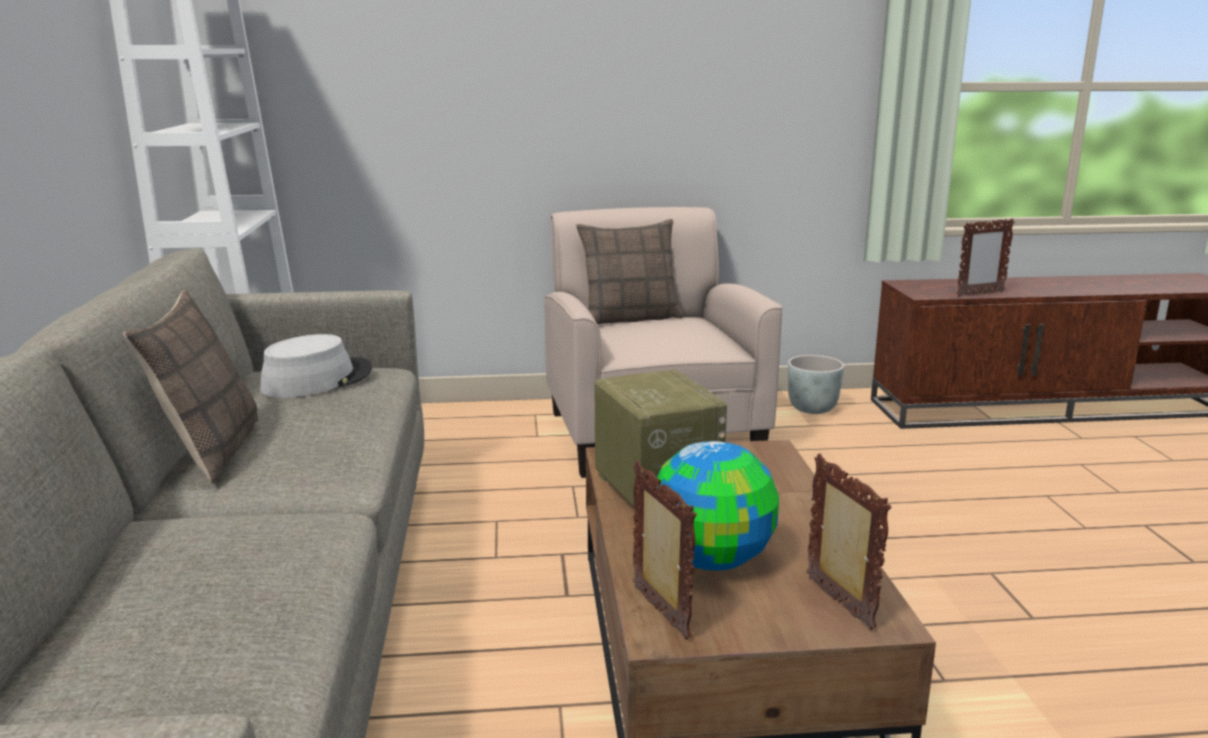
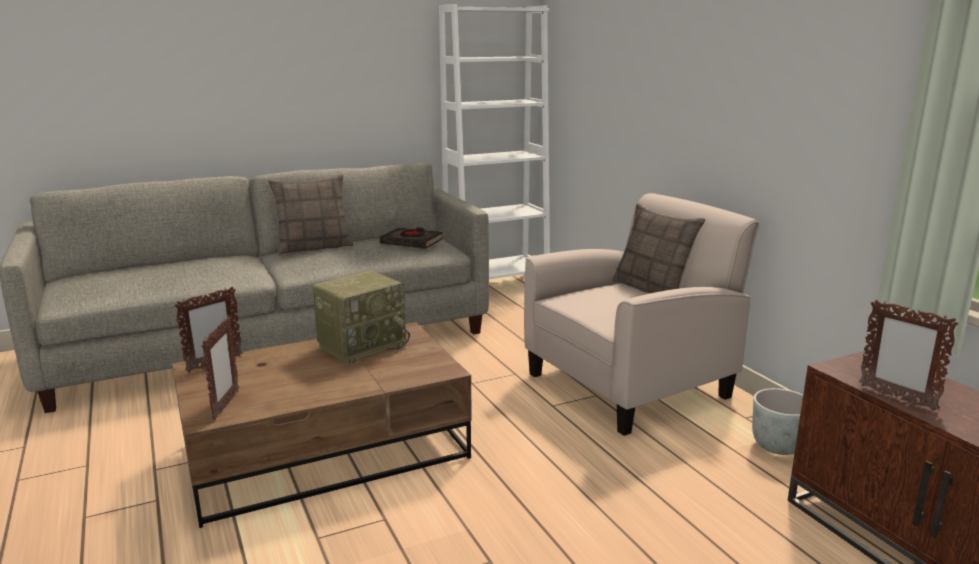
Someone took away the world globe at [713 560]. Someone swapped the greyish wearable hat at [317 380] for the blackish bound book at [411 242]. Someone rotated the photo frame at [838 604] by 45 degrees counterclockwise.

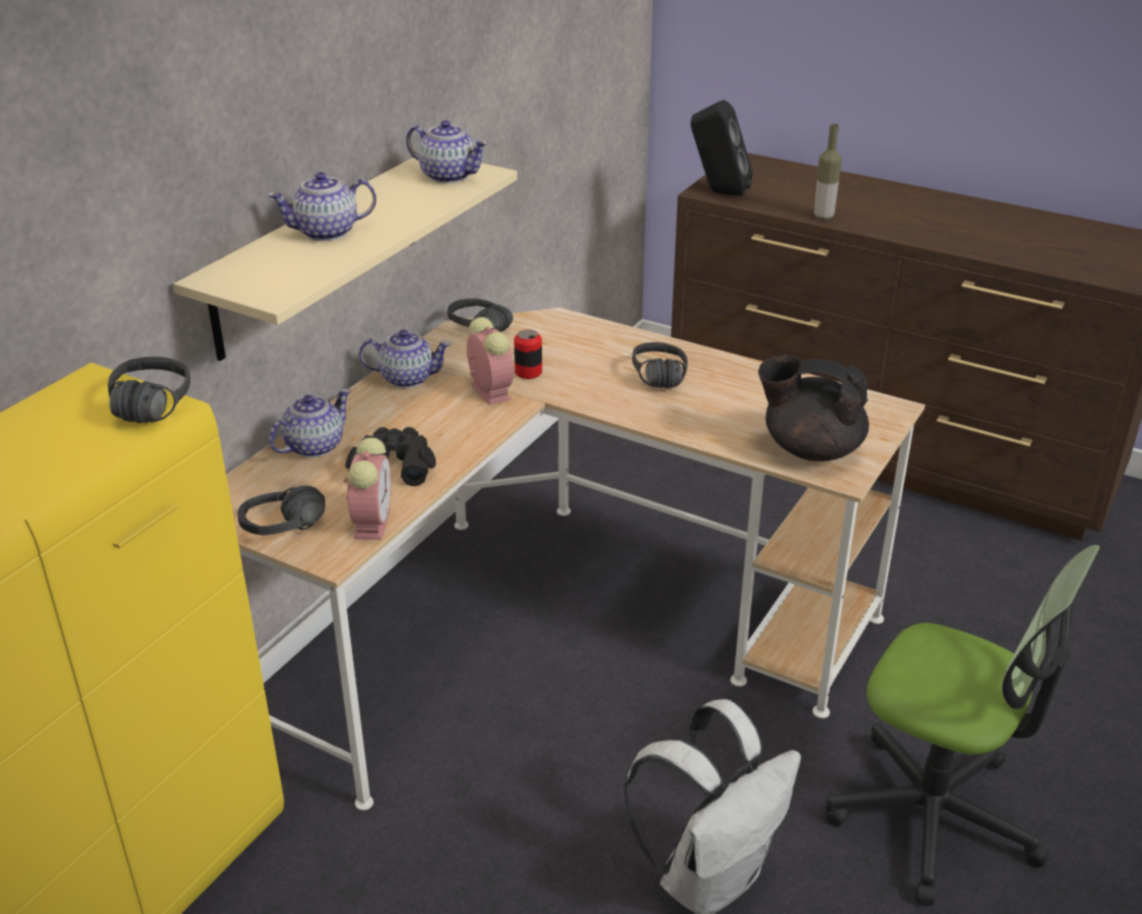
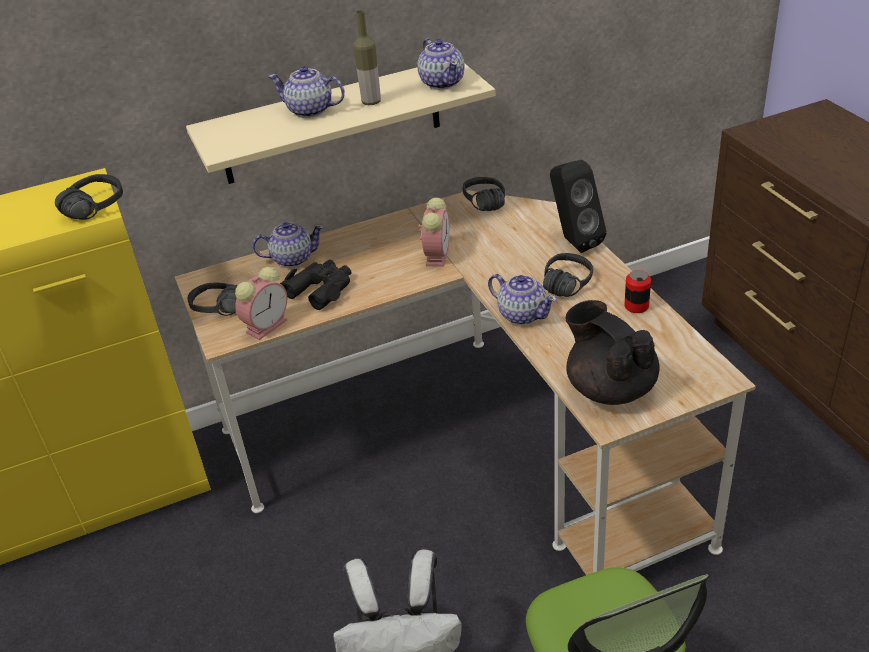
Someone carried the pot for tea from [406 378] to [522 314]. Someone carried the can from [528 372] to [636 306]. Someone carried the blackish speaker from [718 192] to [573 241]. Someone carried the bottle from [823 217] to [371 102].

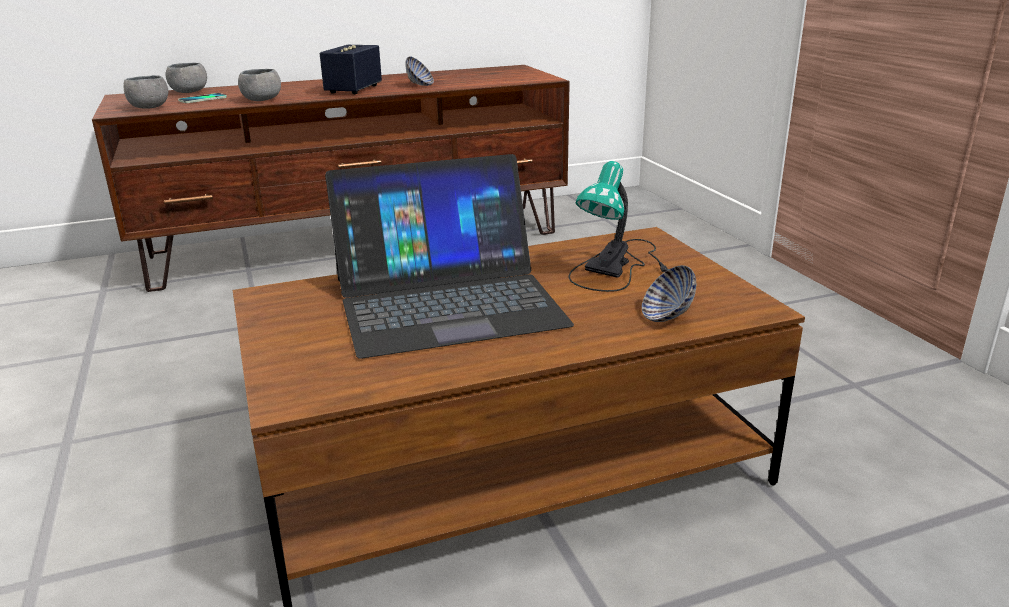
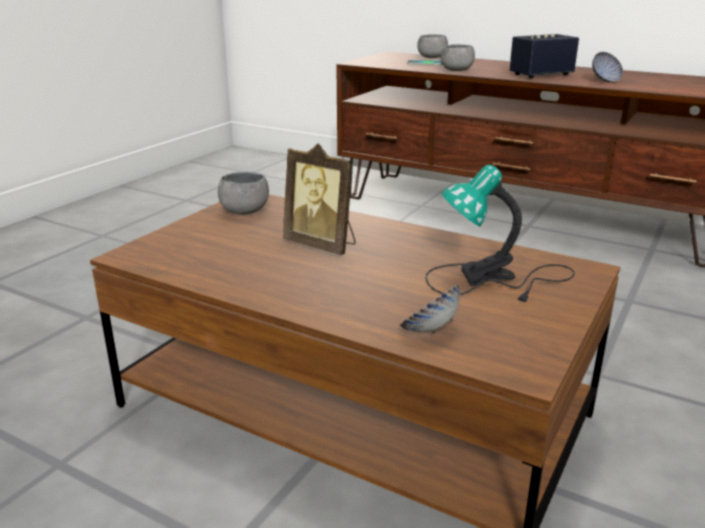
Someone carried the greyish deep dish from [149 107] to [245 211]. Someone swapped the notebook computer at [447 301] for the photo frame at [322 245].

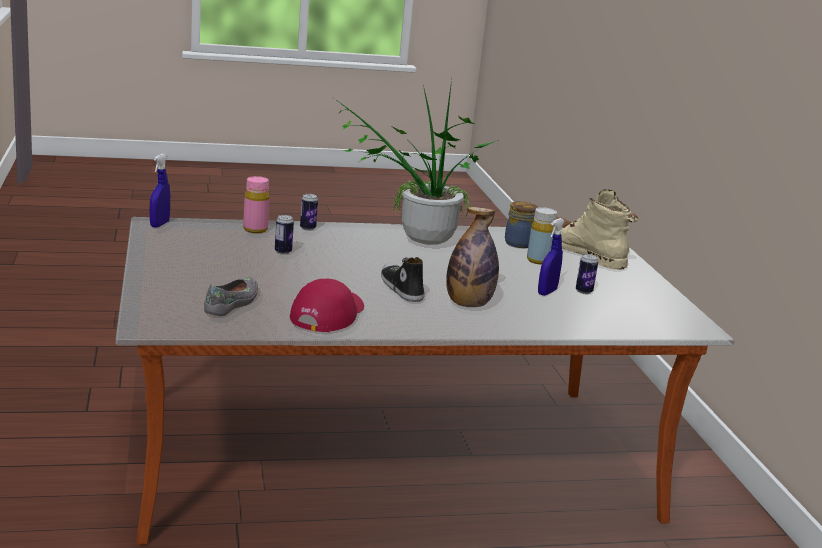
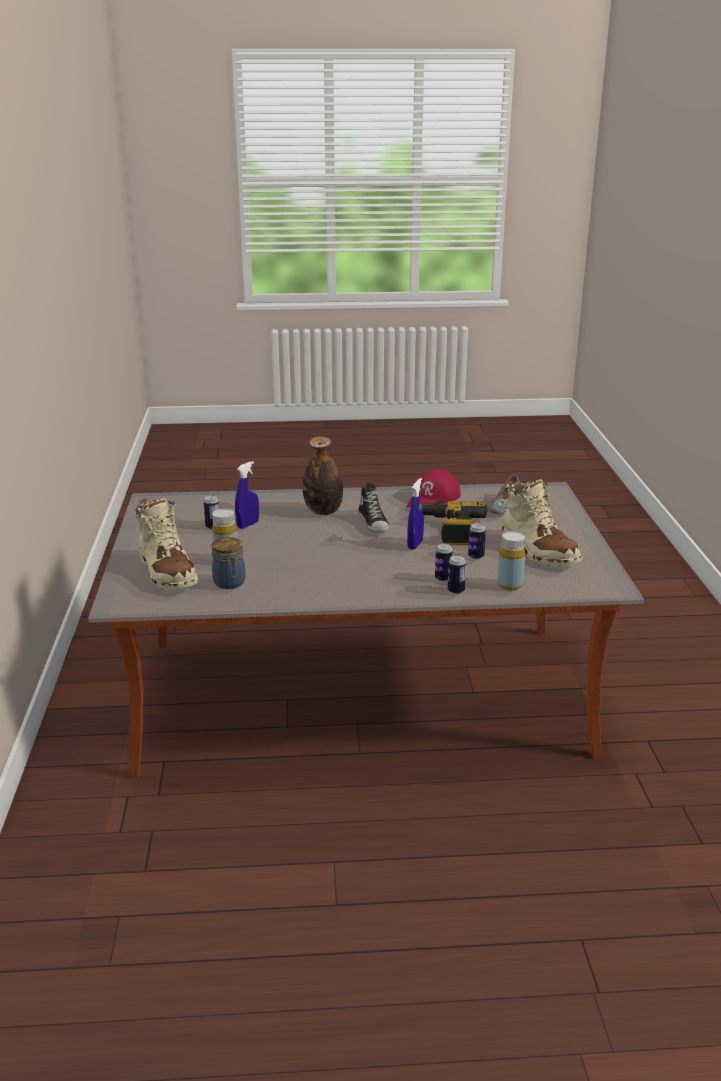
Someone took away the houseplant at [414 241]. Someone put down the power drill at [452 530]. Someone put down the can at [443 578]. Someone put down the beige high-top boot at [538 550]. Someone carried the blue-coloured spray bottle from [159 224] to [415 544]. Someone repainted the pinkish bottle at [255 229], which became the yellow-coloured bottle at [509 585].

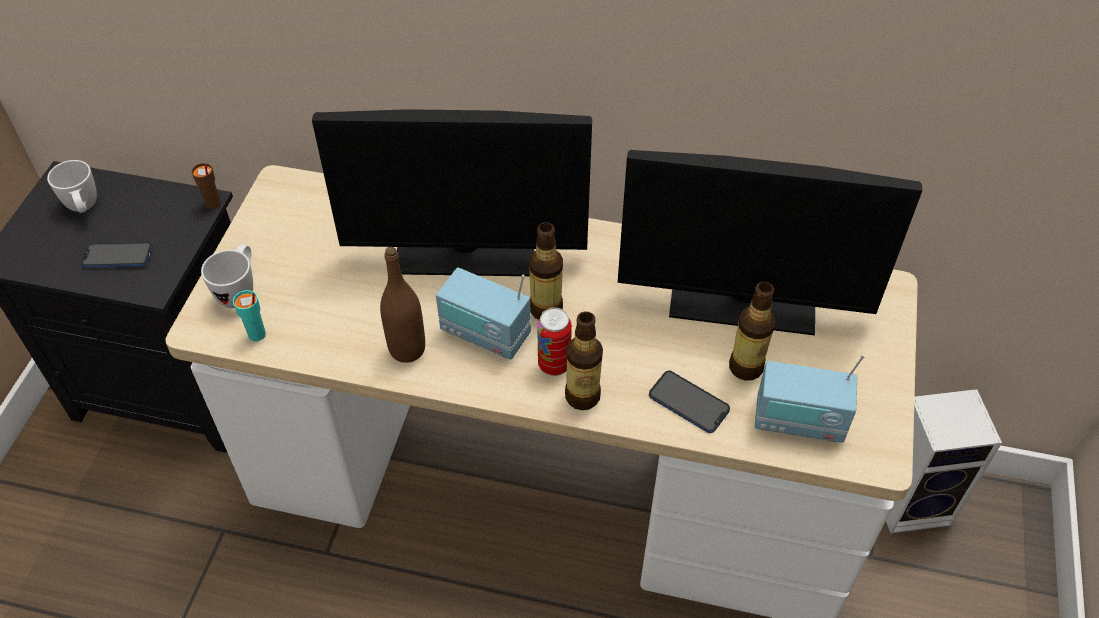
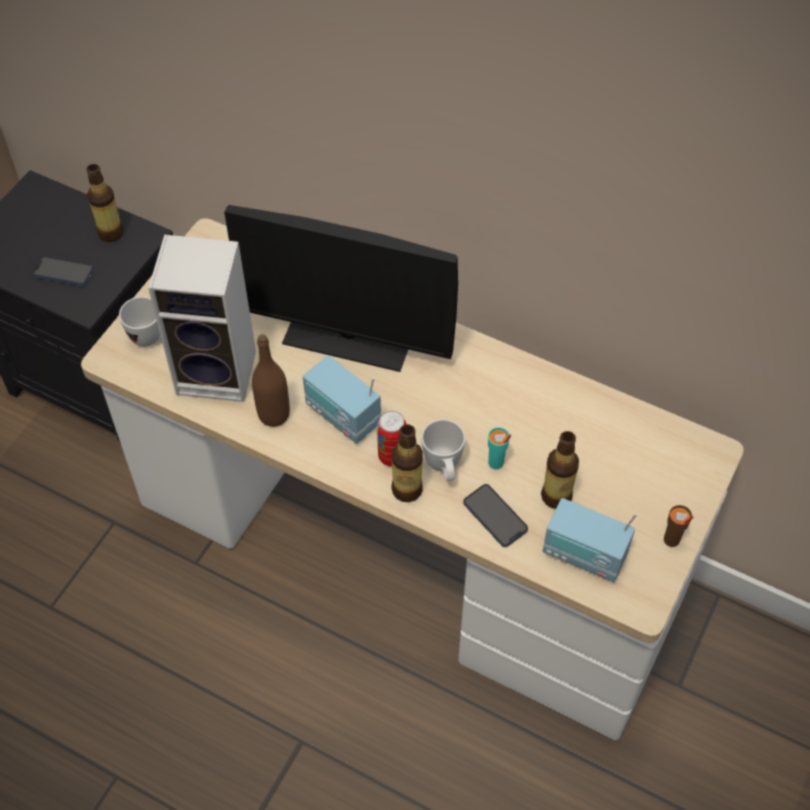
Someone took away the computer display at [742 301]. Someone carried the white-coloured mug from [84 209] to [444 467]. Someone carried the brownish cup from [213 204] to [671 540]. Someone carried the turquoise-coloured cup from [257 335] to [496 463]. Someone carried the bottle from [546 309] to [111 233]. Someone carried the speaker from [913 501] to [220 371].

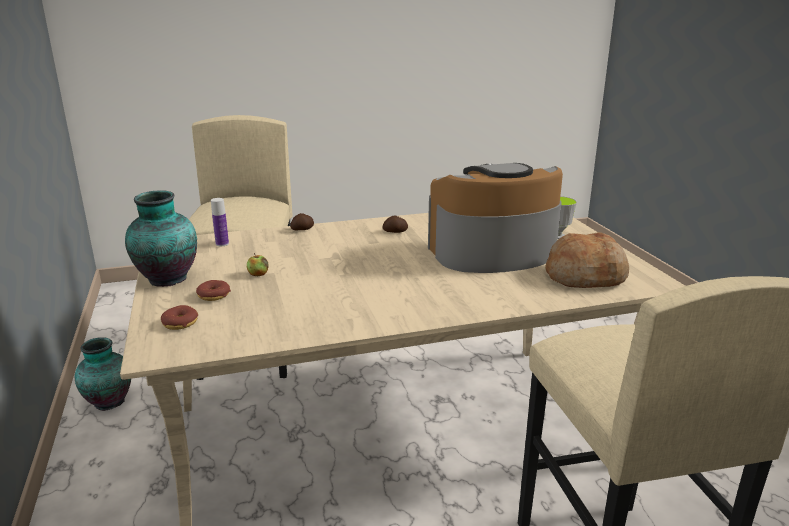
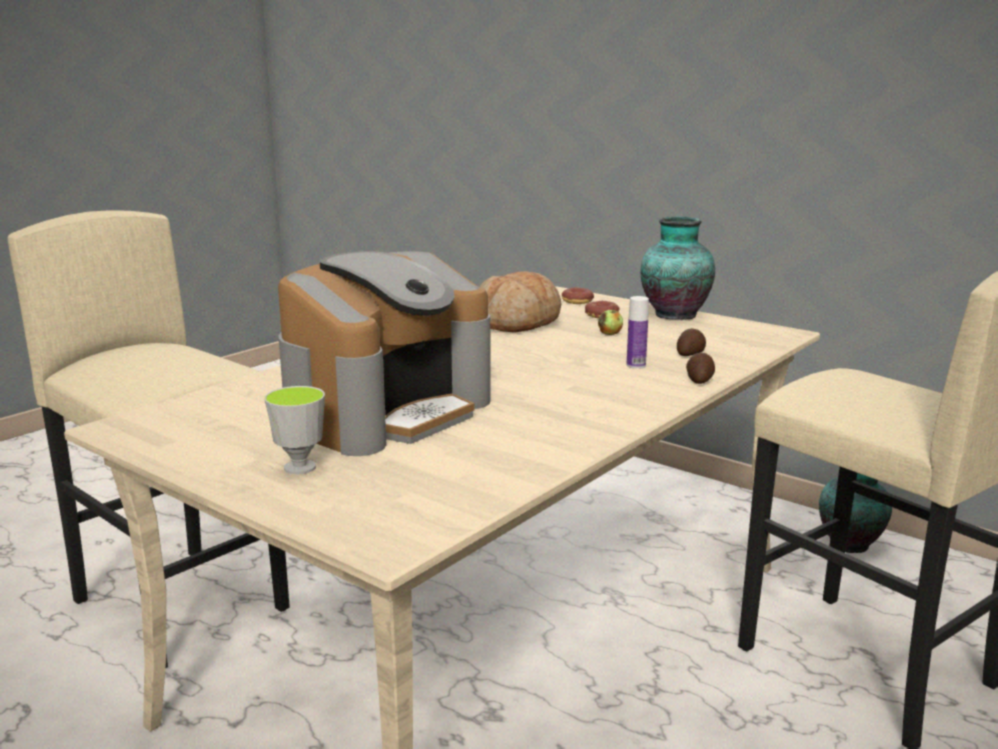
Someone carried the bottle from [222 244] to [636 365]. Someone carried the spud from [395 232] to [689 353]. Someone carried the baked bread from [585 276] to [517 322].

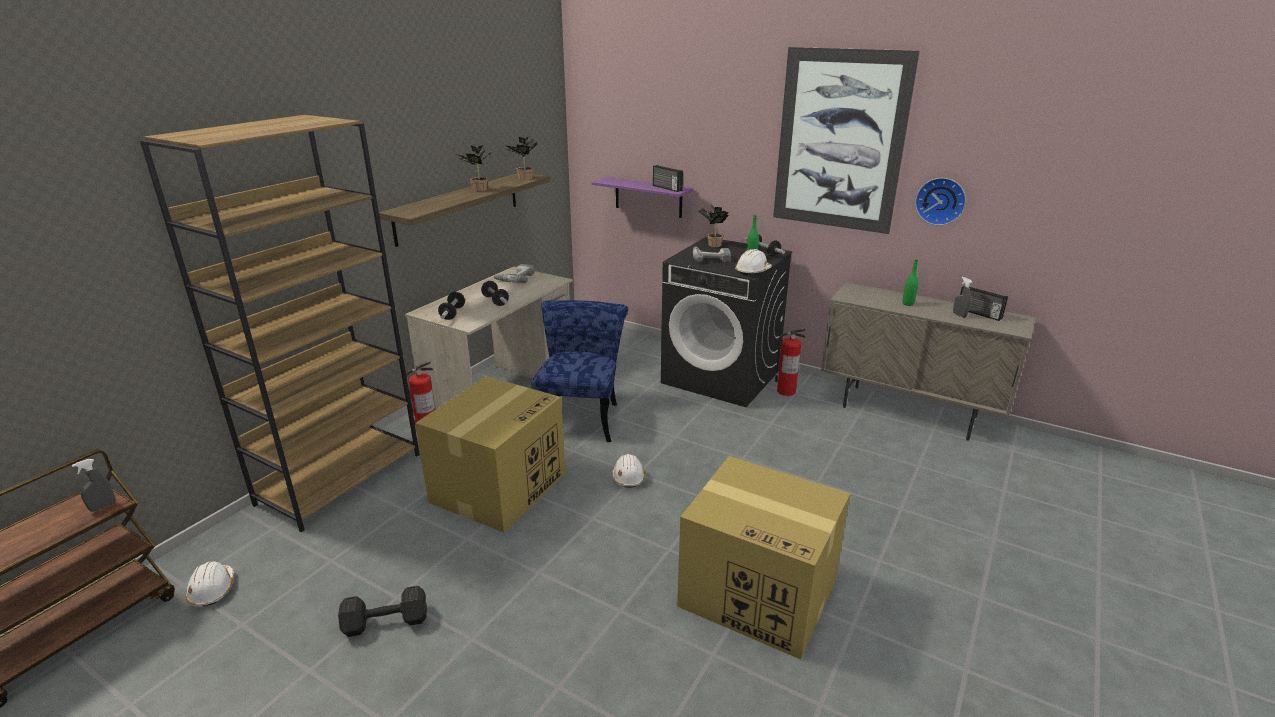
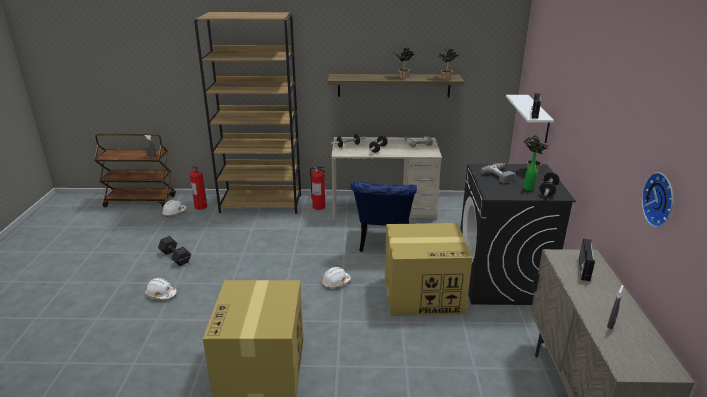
Someone took away the picture at [840 141]. Someone took away the green-coloured bottle at [908 304]. Someone carried the packing box from [499 486] to [424 294]. Someone carried the white-coloured safety helmet from [752 271] to [161 294]. Someone carried the extinguisher from [785 391] to [200 206]. Someone carried the radio from [979 313] to [583 269]. Someone repainted the purple bracket shelf at [648 197], which became the white-coloured bracket shelf at [538 119]. Someone rotated the blue-coloured chair at [582 416] by 120 degrees clockwise.

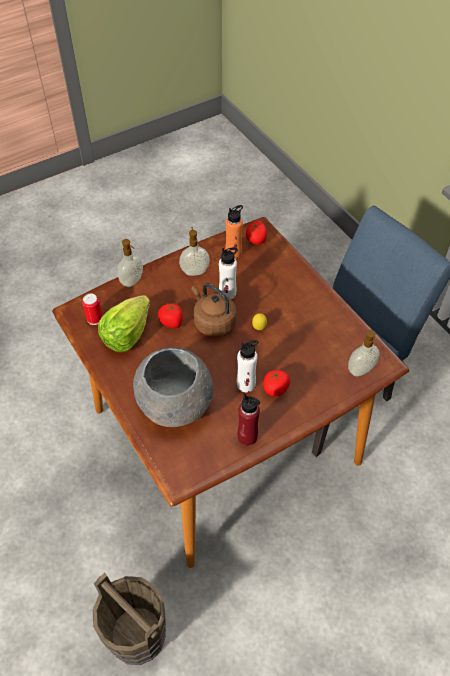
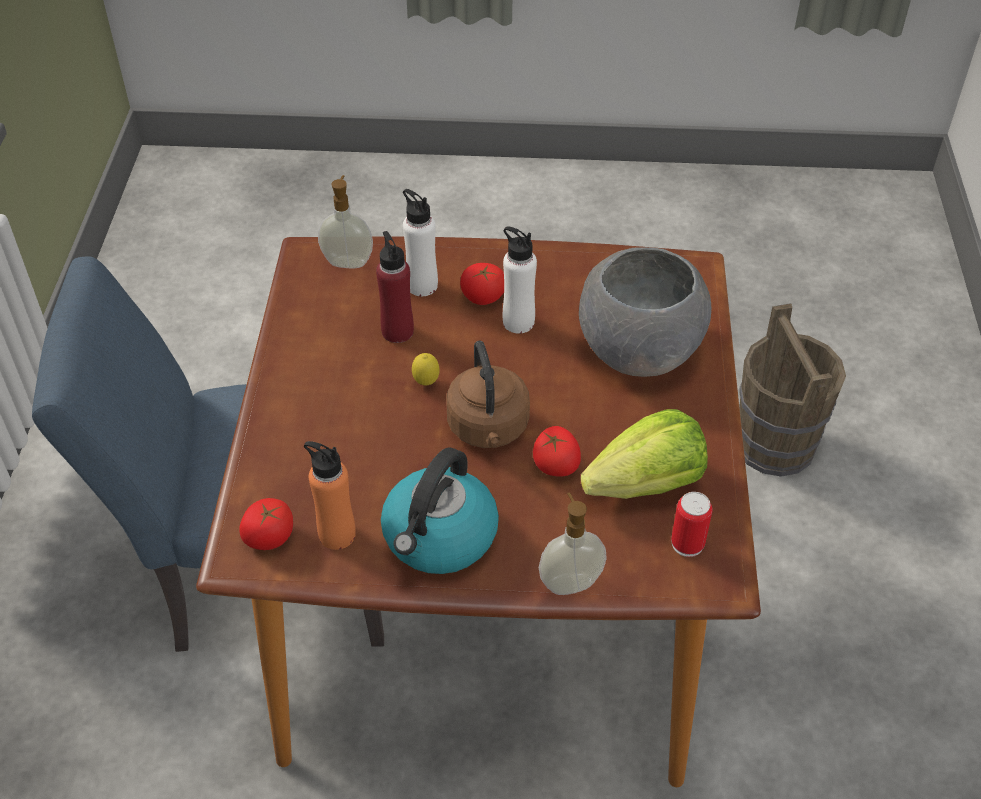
Someone carried the white-coloured bottle from [227 293] to [422 285]. Someone carried the red bottle from [247 436] to [397 331]. Someone swapped the soap bottle at [194 271] for the tea kettle at [439 537].

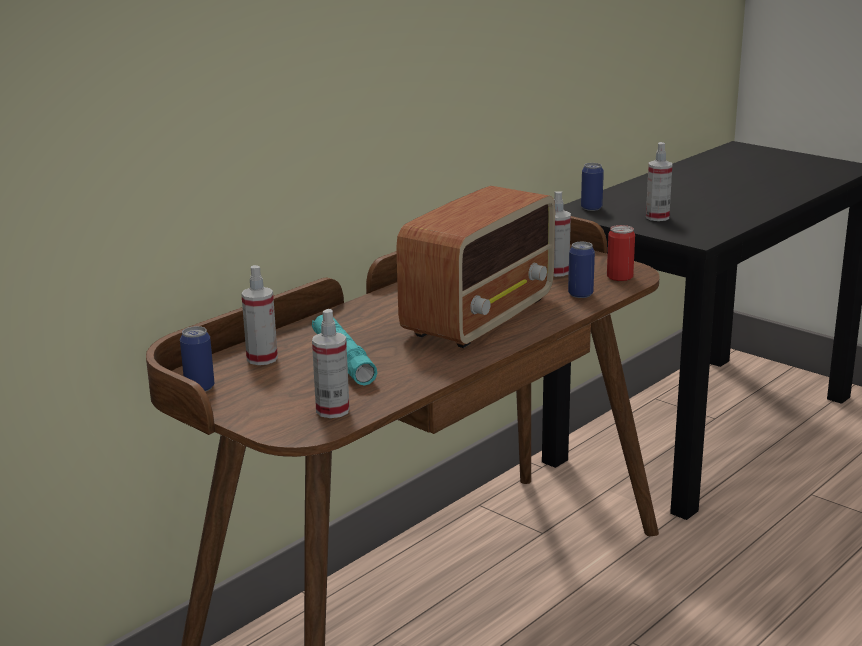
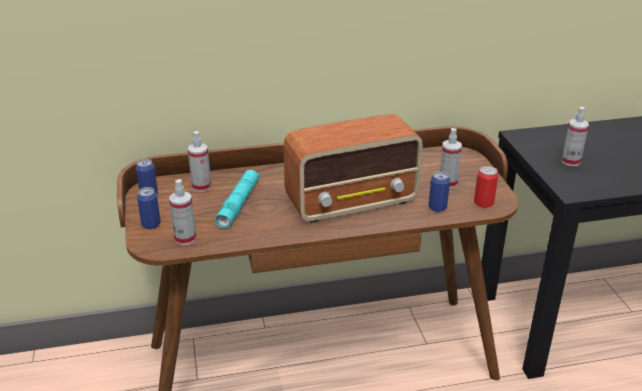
Someone carried the can from [591 208] to [151 224].

